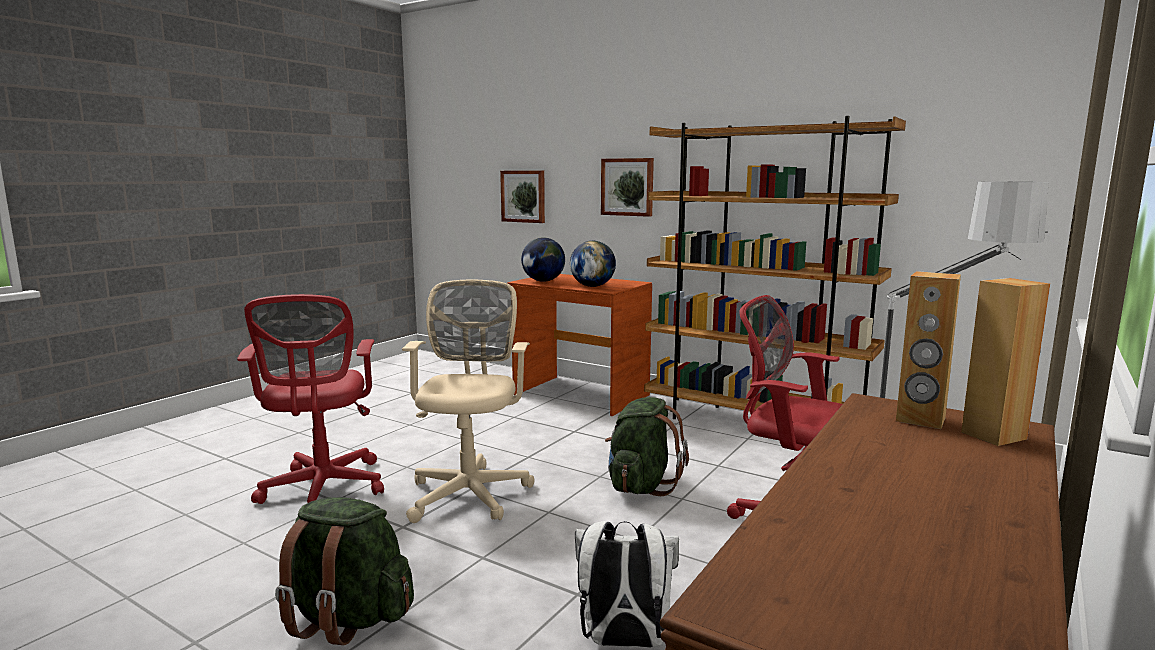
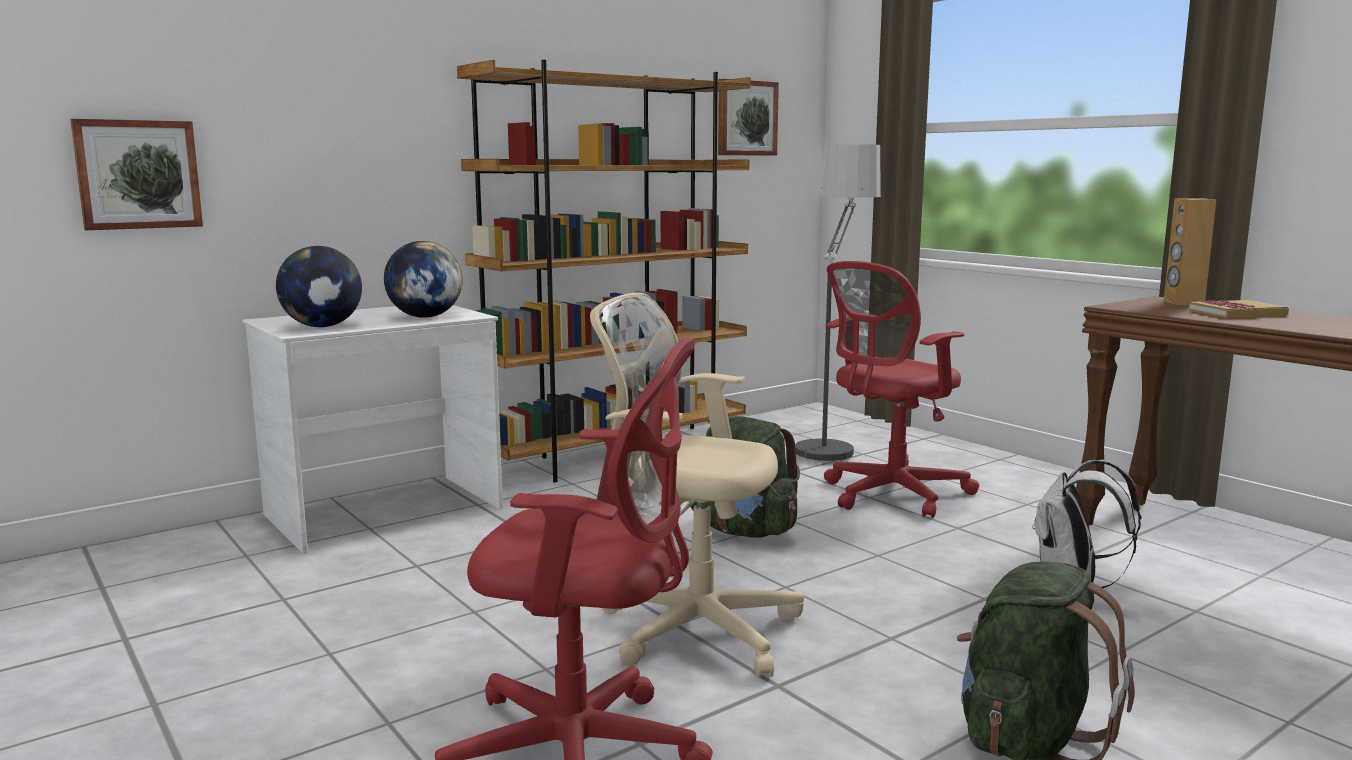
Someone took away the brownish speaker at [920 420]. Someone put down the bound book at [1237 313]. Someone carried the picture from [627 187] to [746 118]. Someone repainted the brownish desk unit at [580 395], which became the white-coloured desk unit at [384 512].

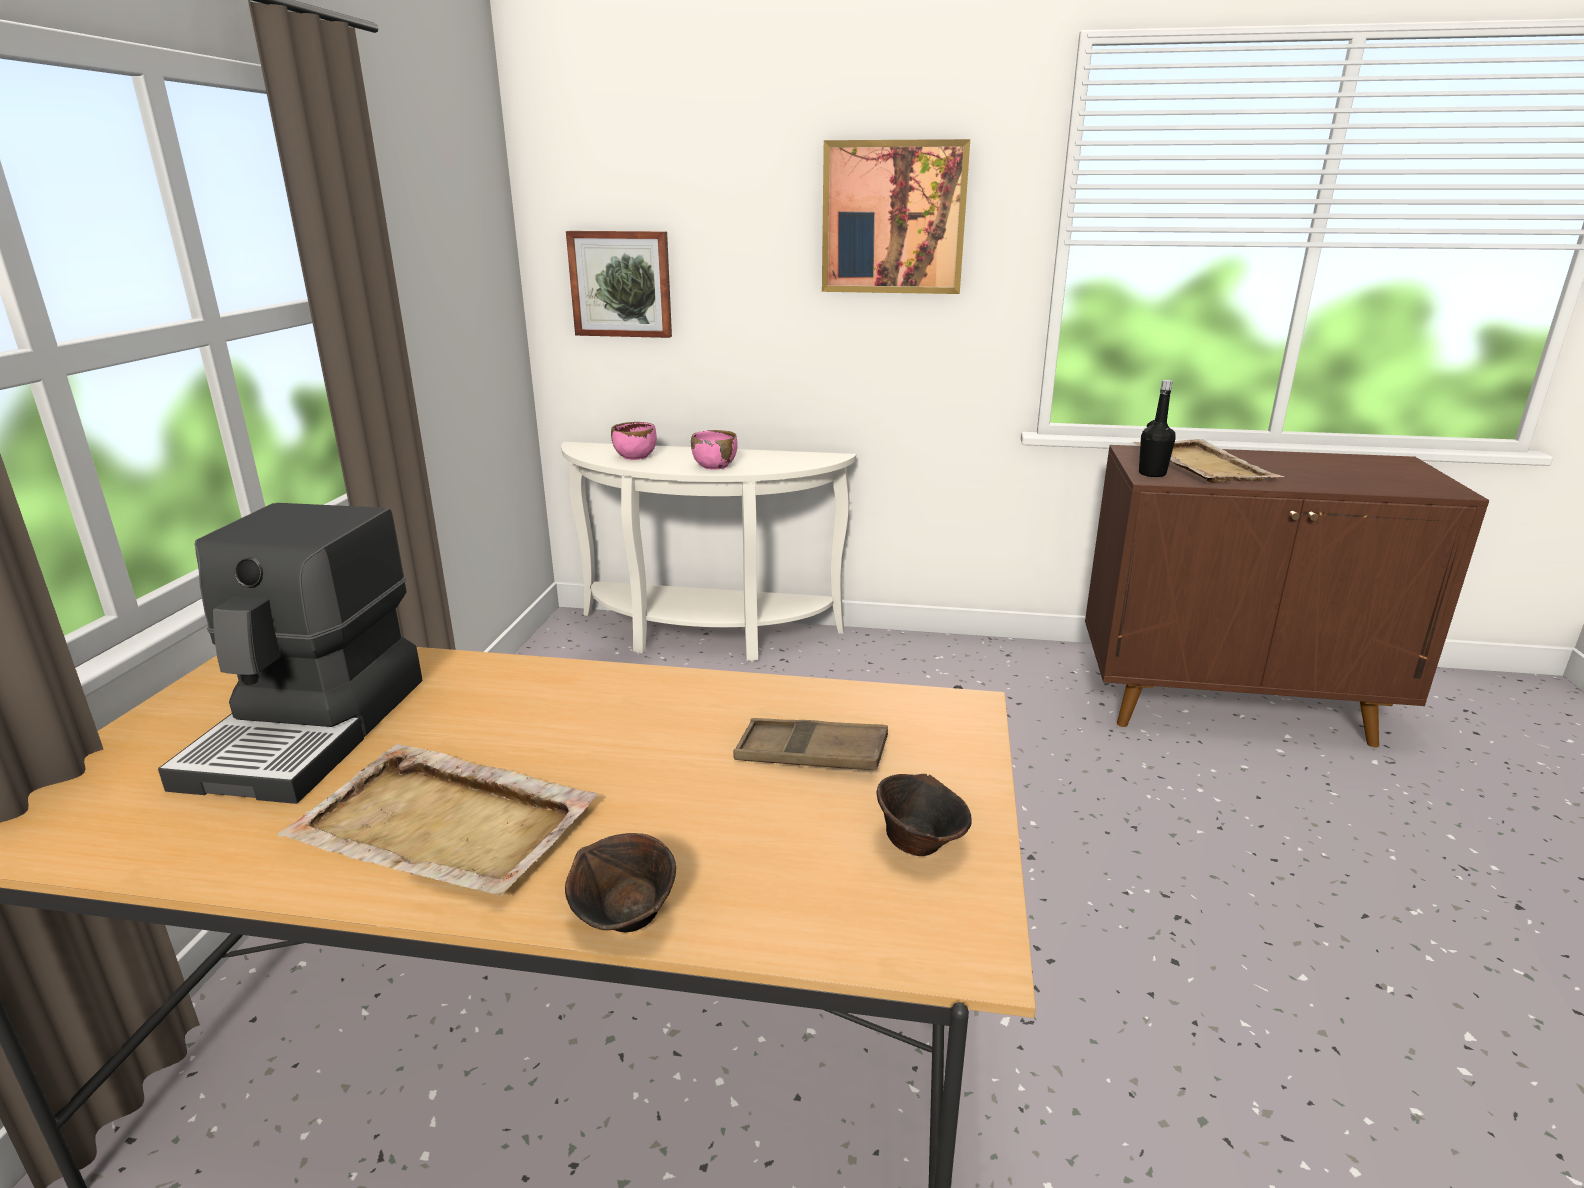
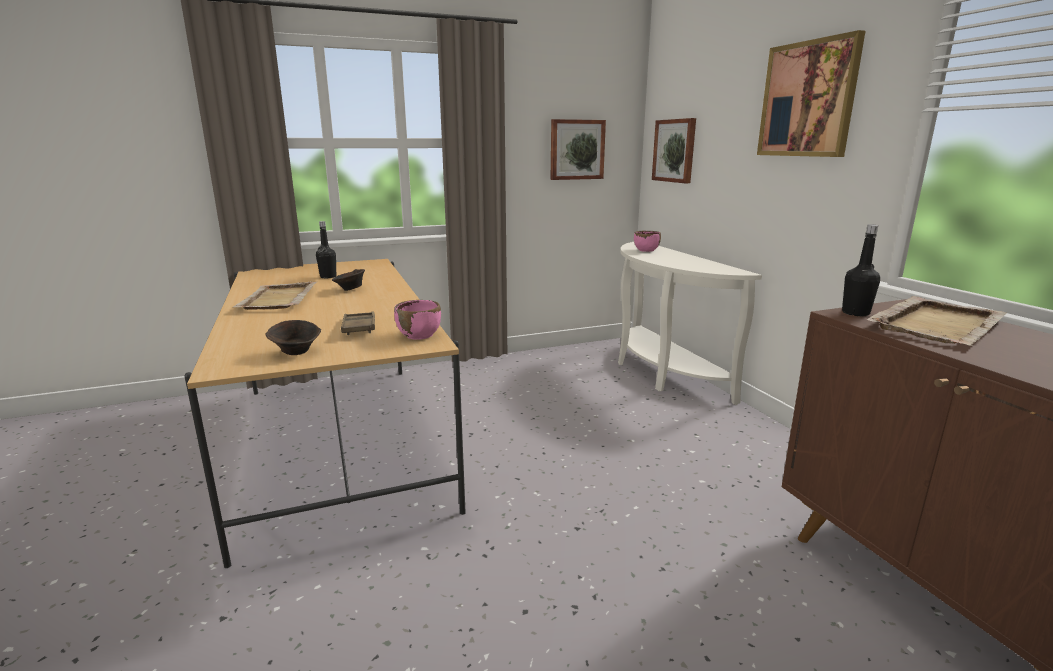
Someone put up the picture at [576 149]. Someone carried the brownish deep dish from [626 918] to [350 289]. Someone carried the pinkish deep dish from [715 466] to [419 335]. Someone swapped the coffee brewer at [312 730] for the blackish bottle at [328 276].

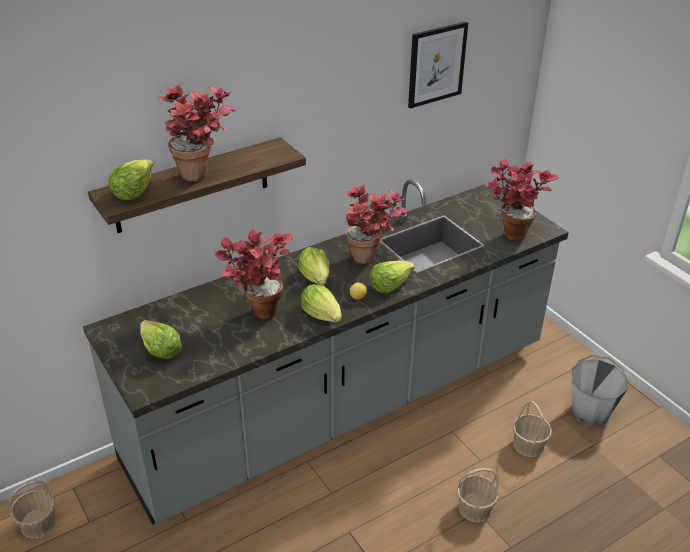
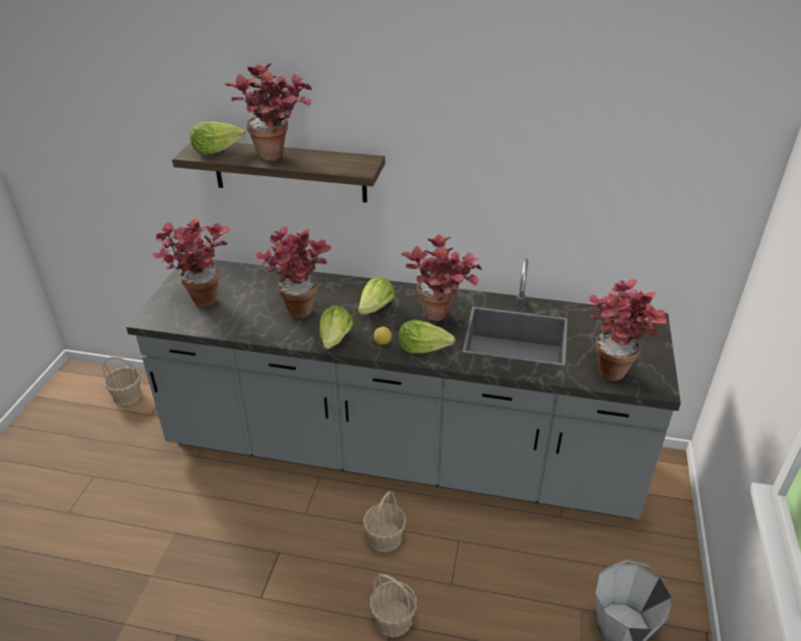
Someone took away the picture at [436 64]. Someone carried the household basket from [528 445] to [385 537]. Someone swapped the head of lettuce at [160 350] for the houseplant at [200 297].

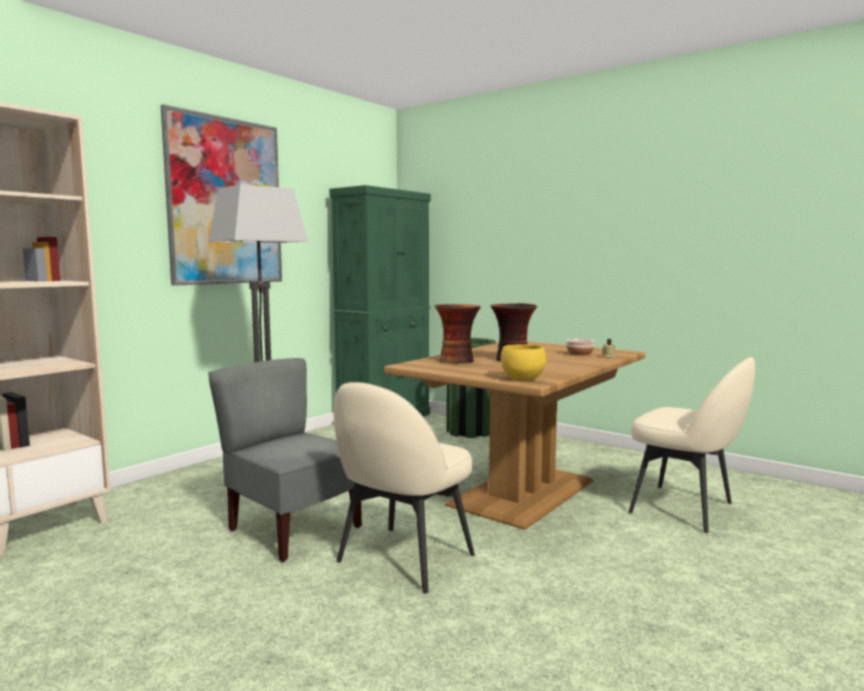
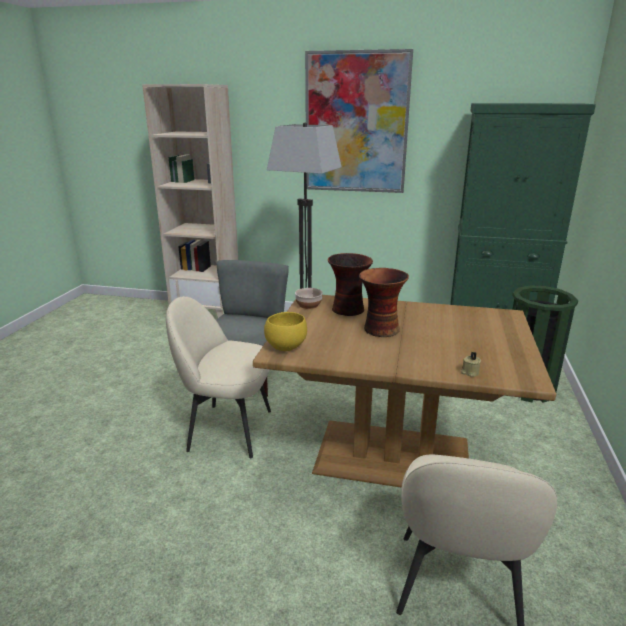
Someone carried the deep dish from [580 354] to [309 305].

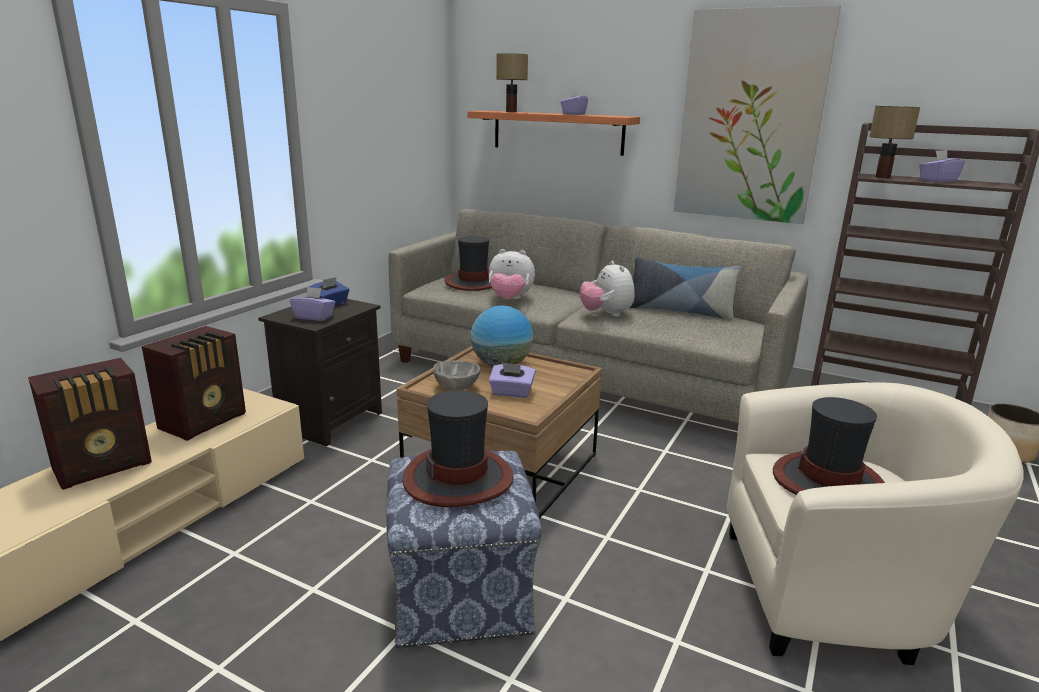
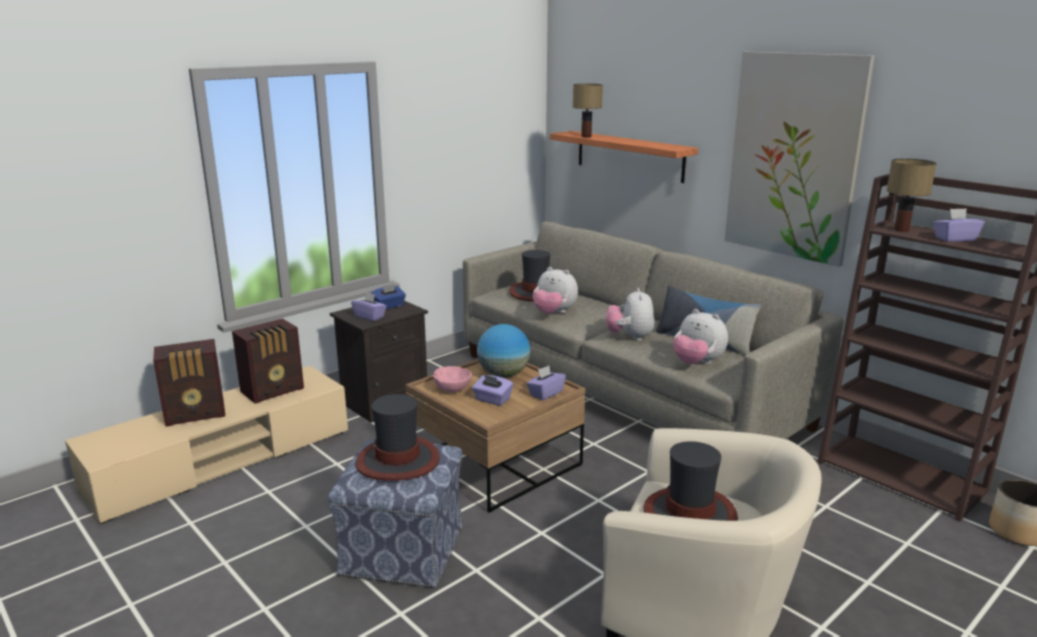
Someone put down the cuddly toy at [697 363]. Someone carried the purple tissue holder from [573 114] to [545 393]. Someone repainted the greyish deep dish at [455 388], which became the pinkish deep dish at [452 389].

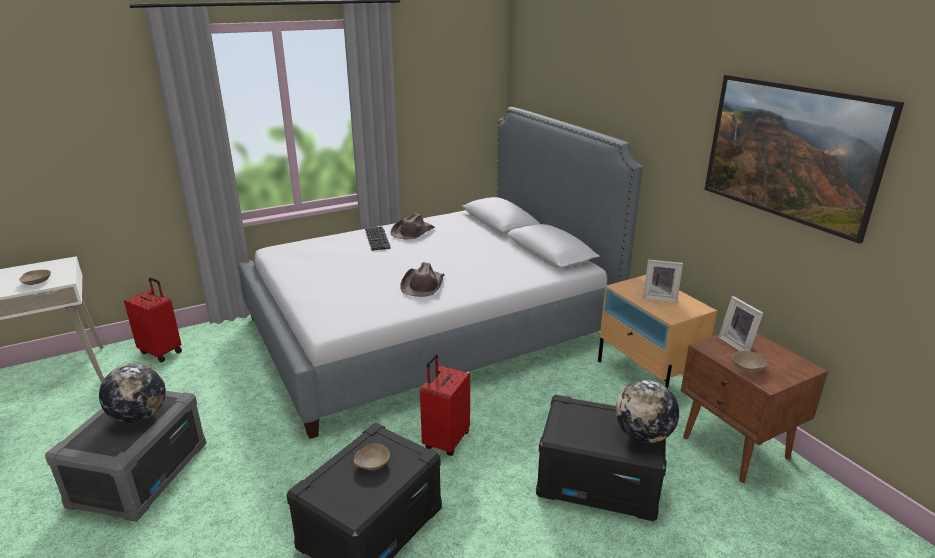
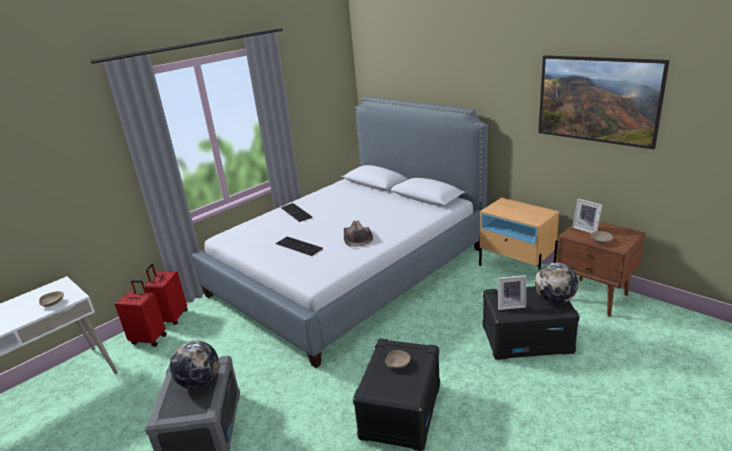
Someone took away the brownish wearable hat at [412 232]. Someone put down the keyboard at [300 246]. Someone carried the red suitcase from [445 440] to [172 318]. Someone carried the photo frame from [659 297] to [510 305].

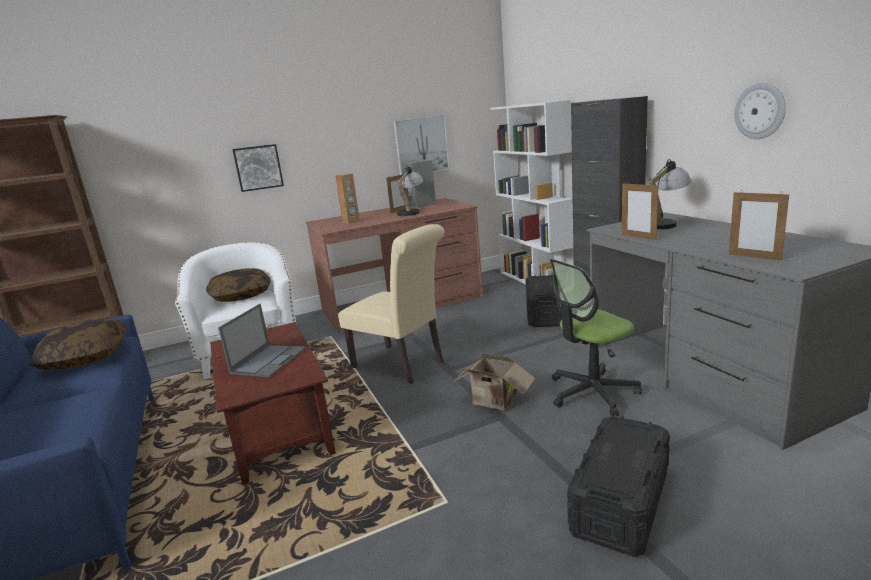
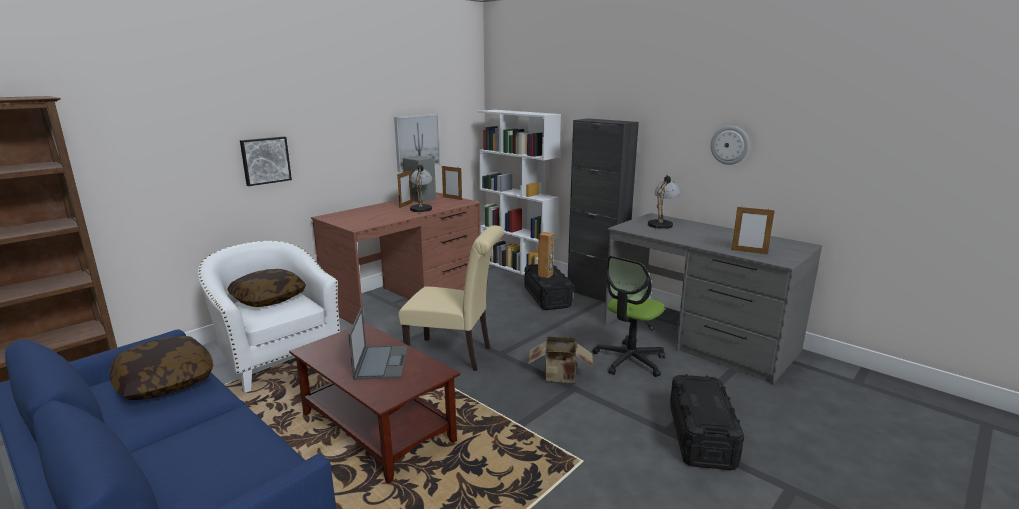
Someone carried the brownish speaker from [351 222] to [545 275]. Someone carried the photo frame from [638 237] to [452 198].

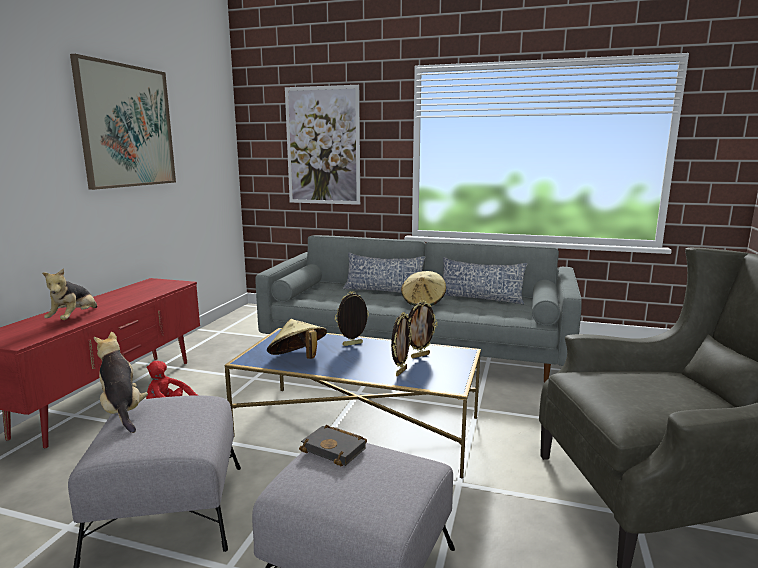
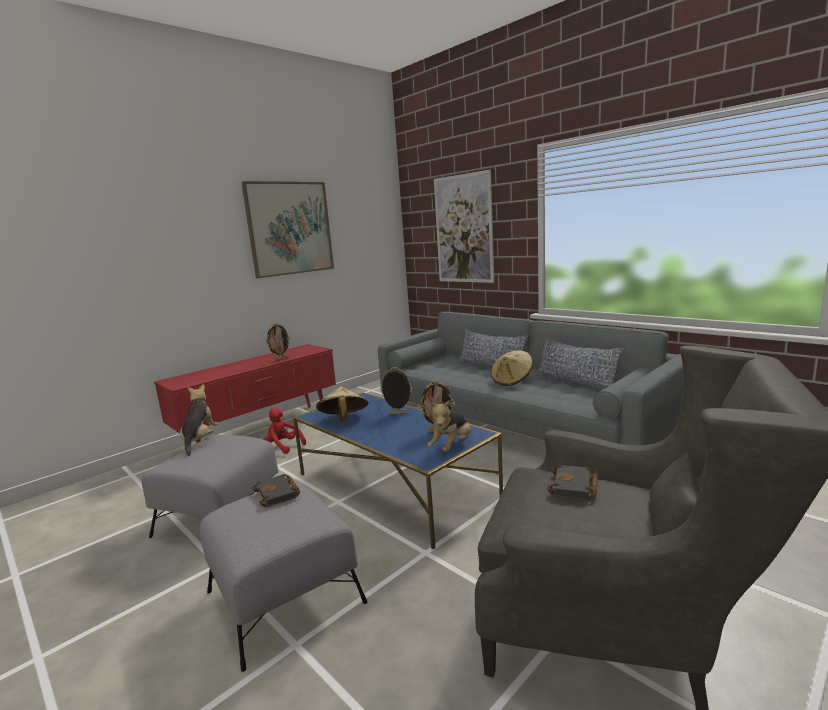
Someone put down the blackish bound book at [575 487]. Someone carried the cuddly toy from [74 319] to [452 446]. Someone carried the photo frame from [400 372] to [280 359].

